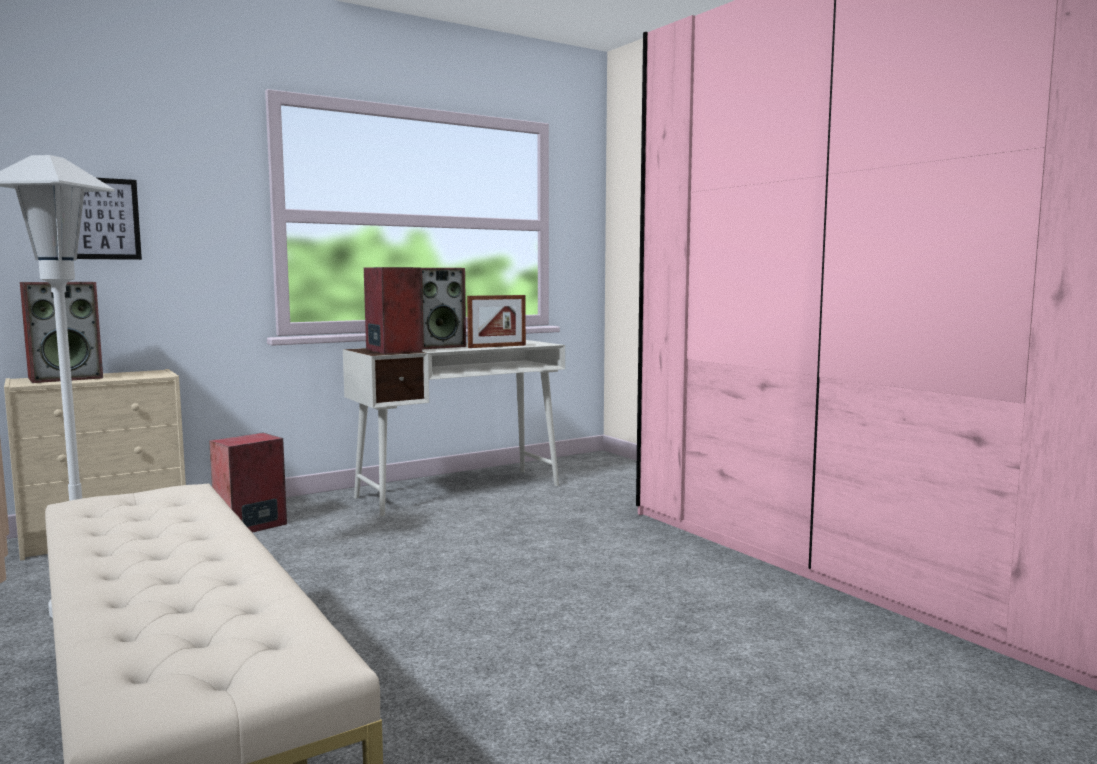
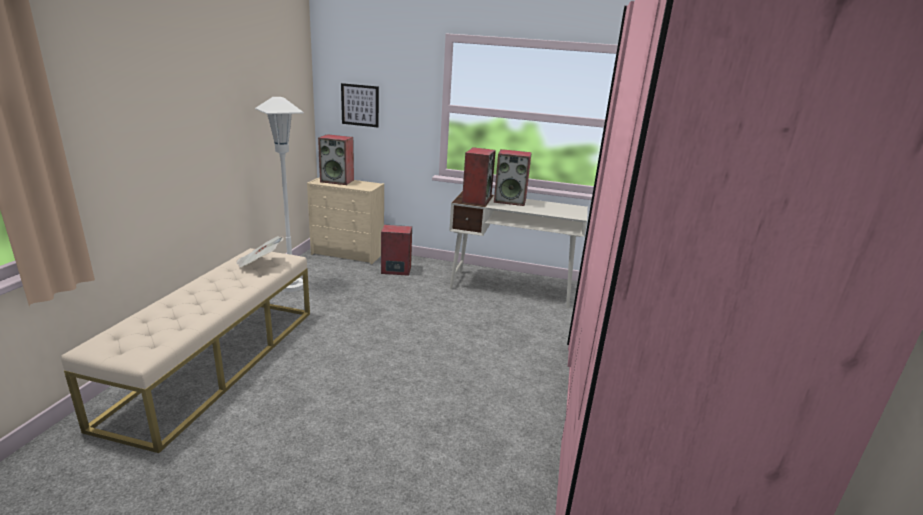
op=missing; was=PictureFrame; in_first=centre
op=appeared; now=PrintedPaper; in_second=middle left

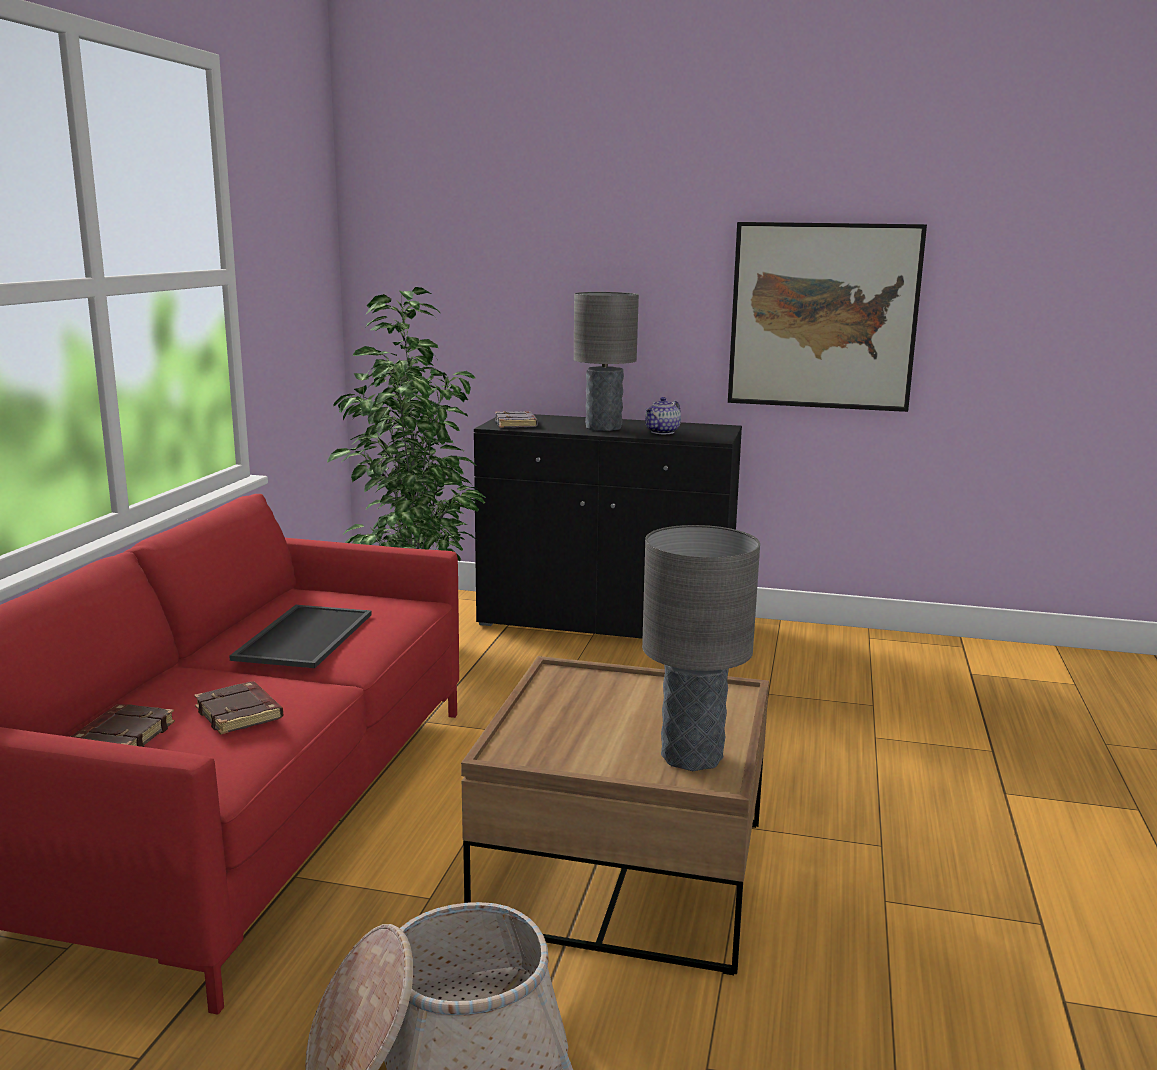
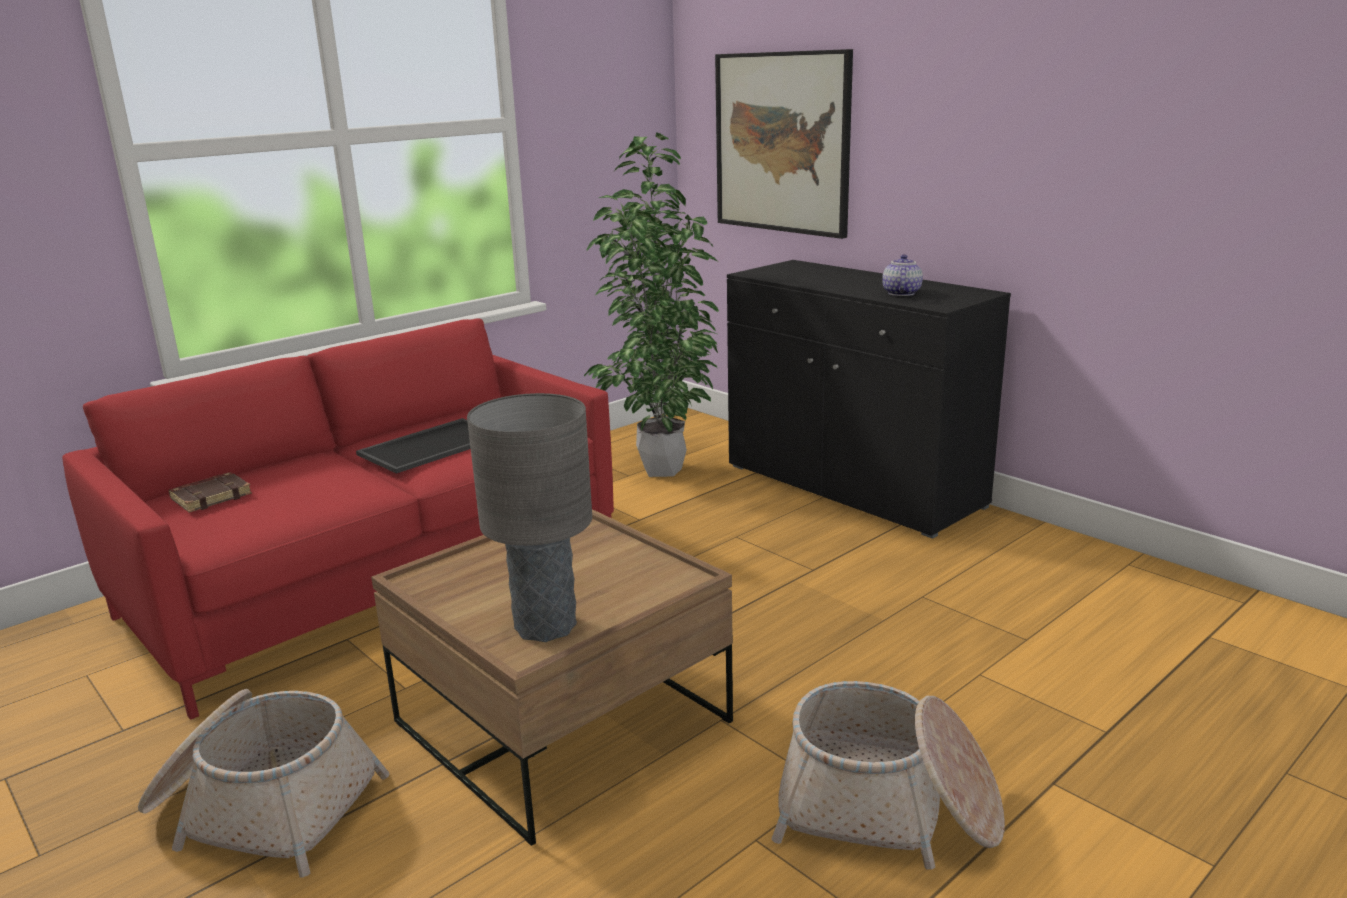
op=missing; was=BrownishVolume (no. 2 from left); in_first=middle left
op=missing; was=GreyishVolume; in_first=centre
op=missing; was=GreyishLampForATable (no. 1 from left); in_first=centre
op=spun; was=TeaPot; in_first=centre; in_second=top right; clockwise=120
op=relocated; was=WallPicture; in_first=top right; in_second=top centre
op=appeared; now=StorageBasket (no. 2 from left); in_second=bottom centre

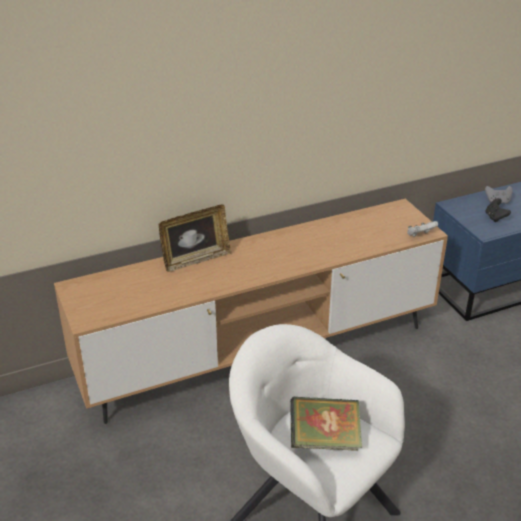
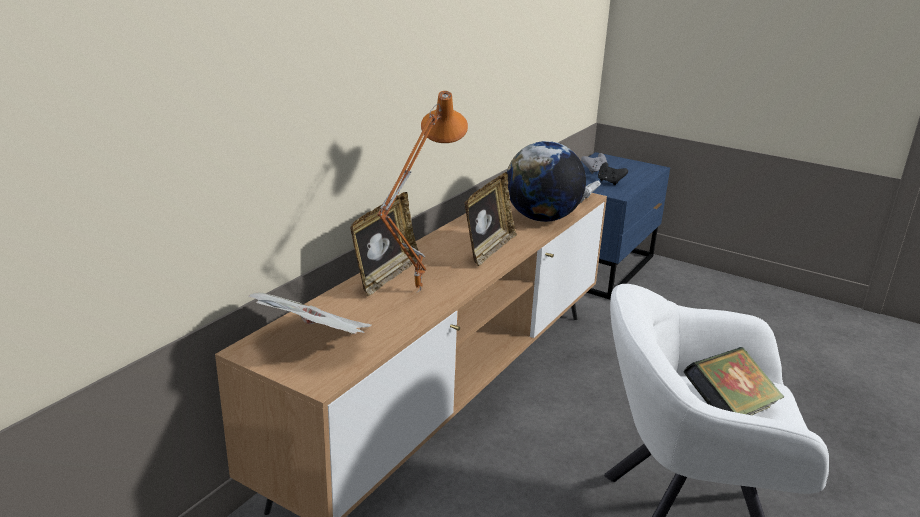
op=appeared; now=PrintedPaper; in_second=centre
op=appeared; now=OrangeColouredLampForATable; in_second=centre
op=appeared; now=PictureFrame (no. 2 from left); in_second=centre
op=appeared; now=Globe; in_second=centre

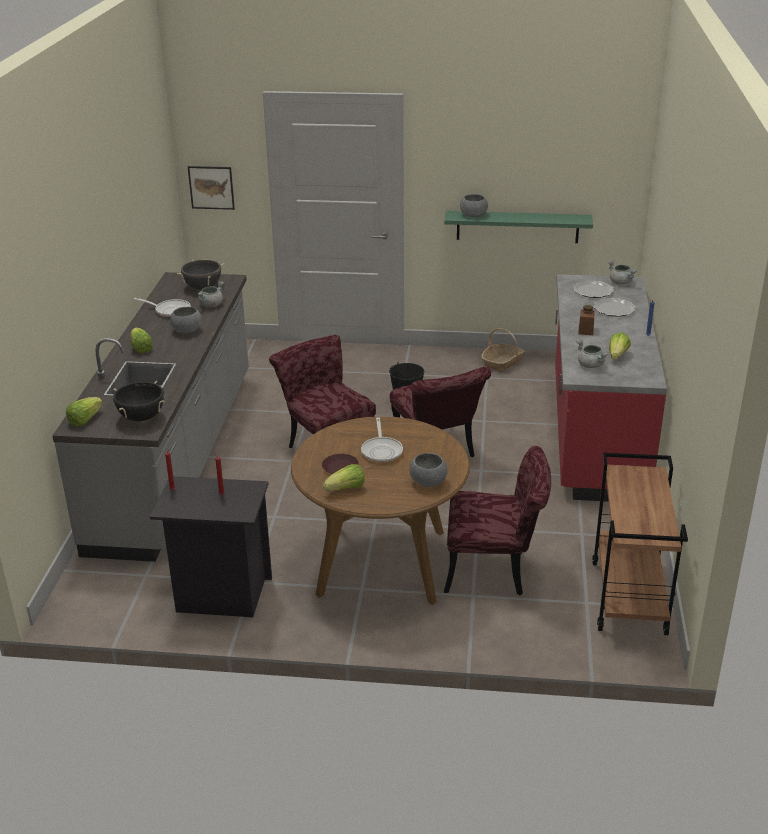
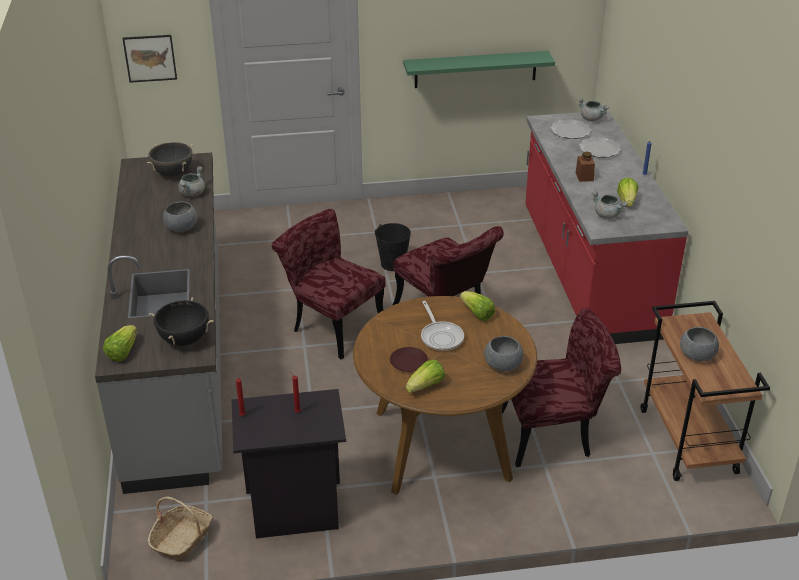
op=relocated; was=Lettuce (no. 2 from left in the first image); now=Lettuce (no. 3 from left); in_first=middle left; in_second=centre
op=missing; was=Skillet (no. 1 from left); in_first=middle left
op=relocated; was=GreyishBowl (no. 3 from left); in_first=top centre; in_second=middle right
op=relocated; was=StorageBasket; in_first=centre; in_second=bottom left

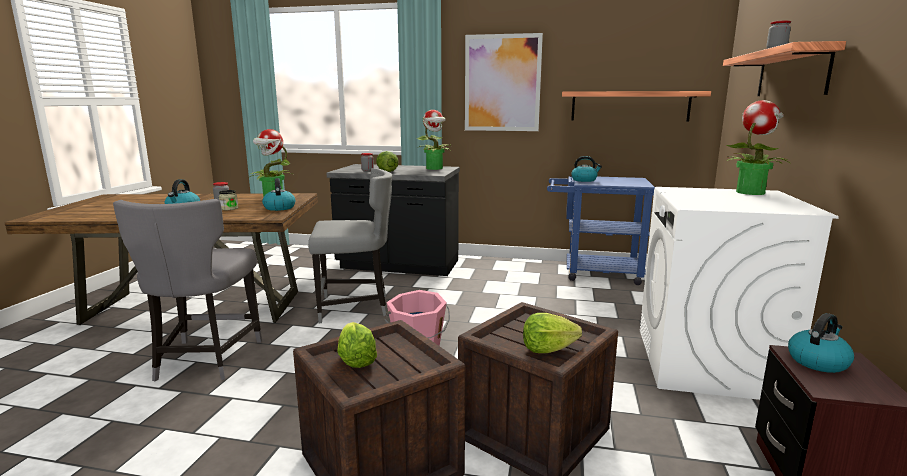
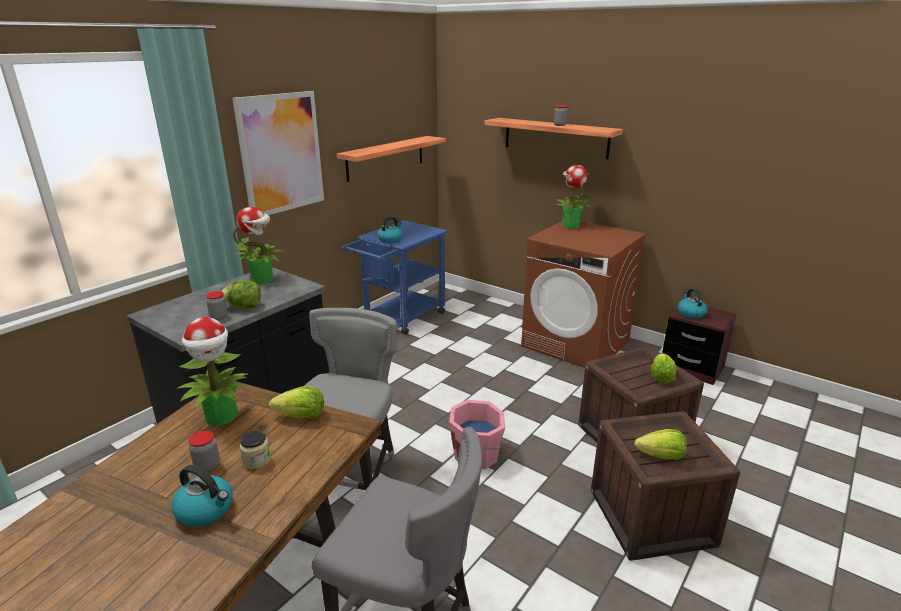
op=exchanged; was=WaterKettle (no. 2 from left); now=Lettuce (no. 2 from left); in_first=middle left; in_second=middle left
op=colour; was=WhiteColouredLaundryAppliance; now=BrownishLaundryAppliance; in_first=middle right; in_second=centre

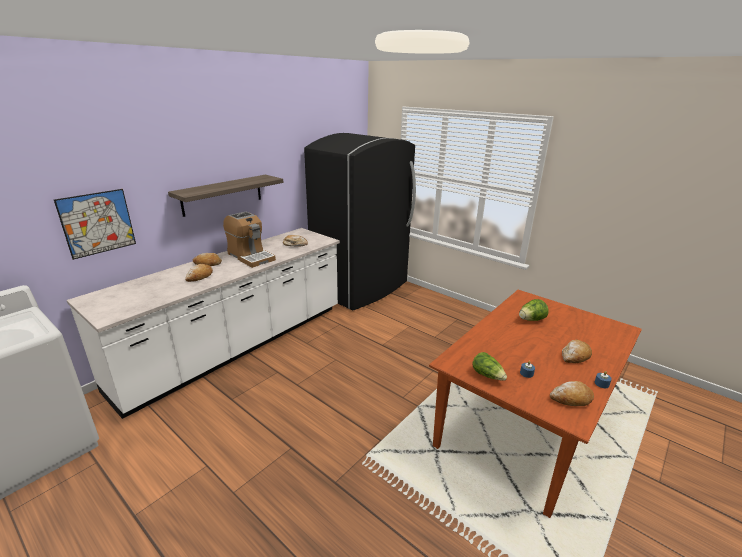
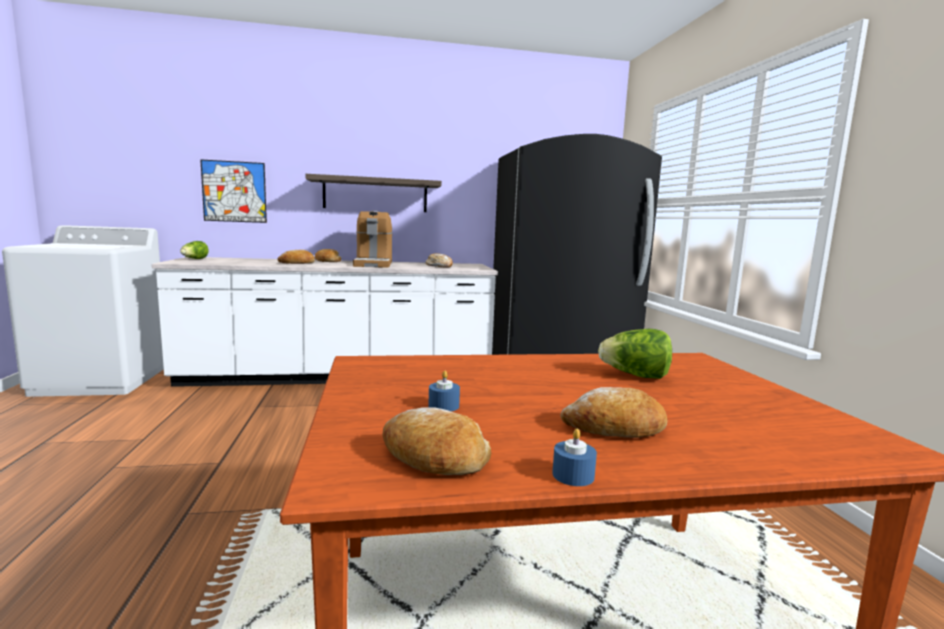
op=relocated; was=Lettuce (no. 1 from left); in_first=centre; in_second=middle left

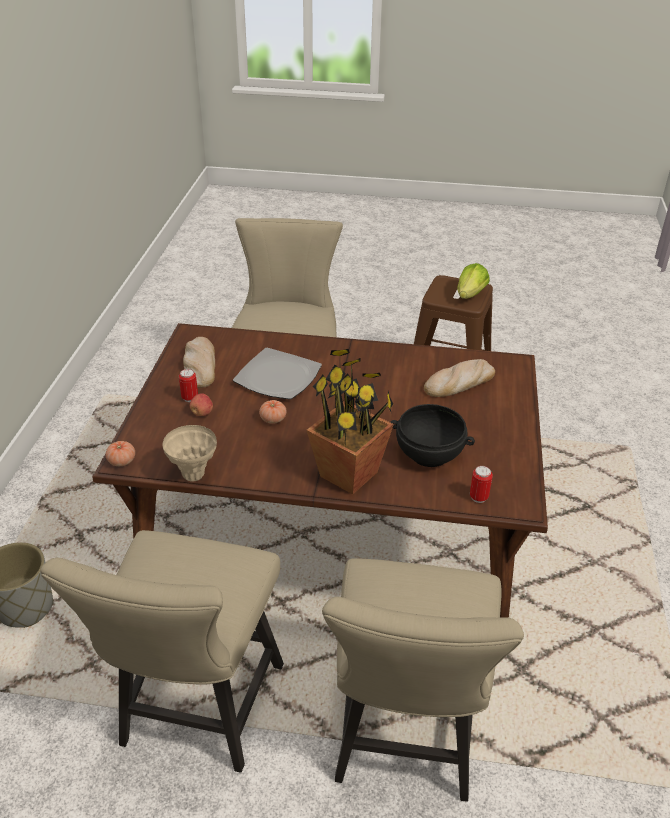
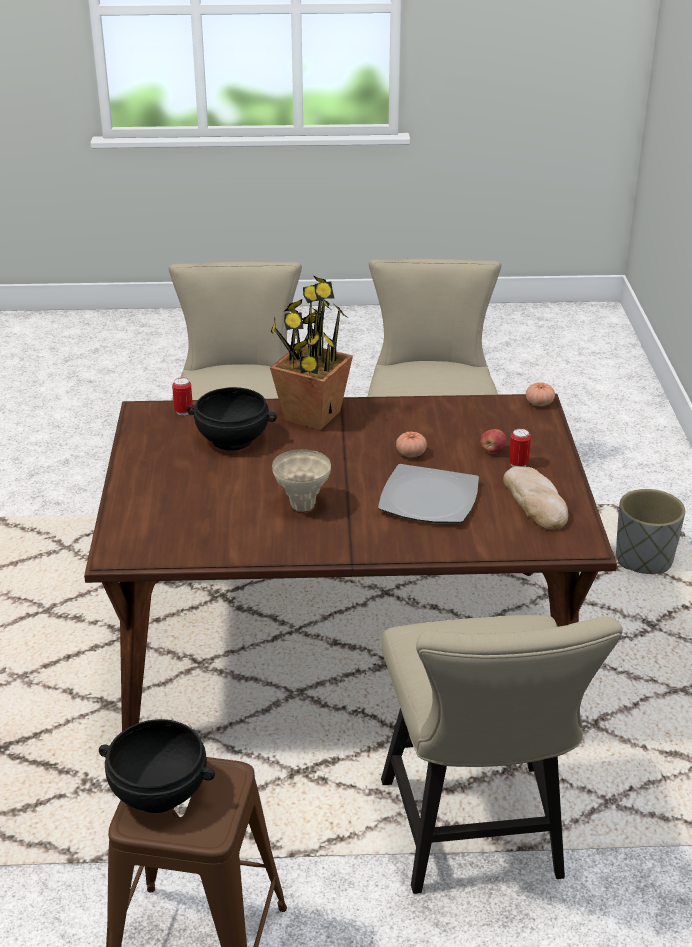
op=relocated; was=BeigeDecorativeVase; in_first=middle left; in_second=centre
op=missing; was=BakedBread (no. 2 from left); in_first=middle right
op=exchanged; was=Lettuce; now=BlackColouredBowl (no. 1 from left); in_first=middle right; in_second=bottom left

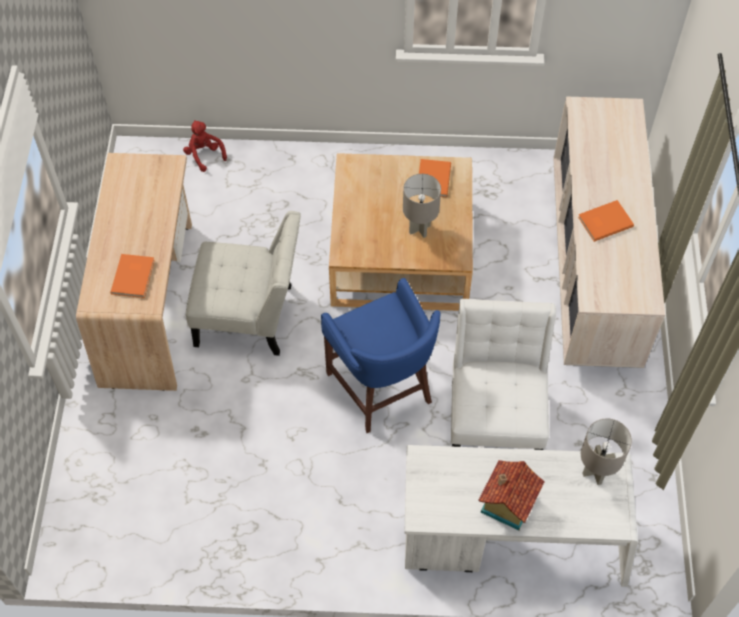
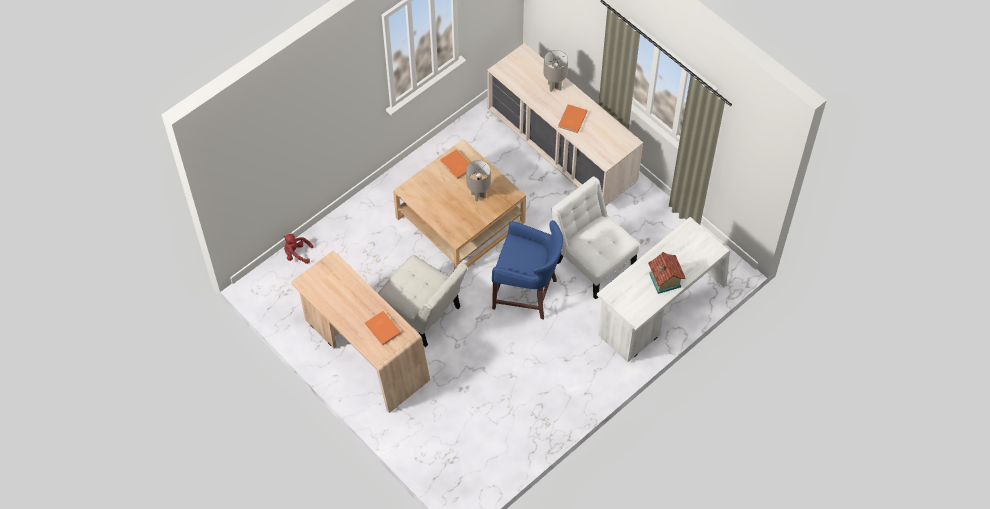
op=spun; was=WhiteColouredPlainChair (no. 1 from left); in_first=middle left; in_second=centre; clockwise=75
op=relocated; was=GreyishLampForATable (no. 2 from left); in_first=bottom right; in_second=top centre

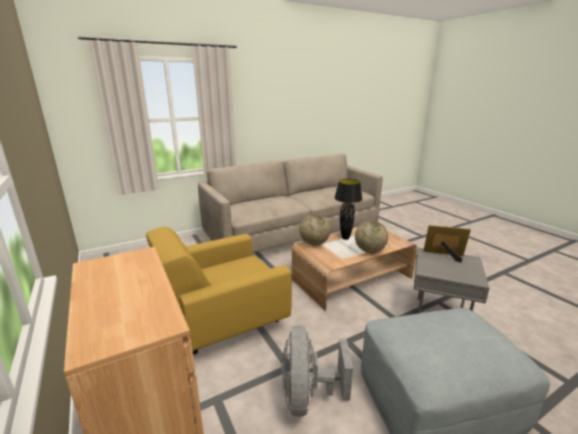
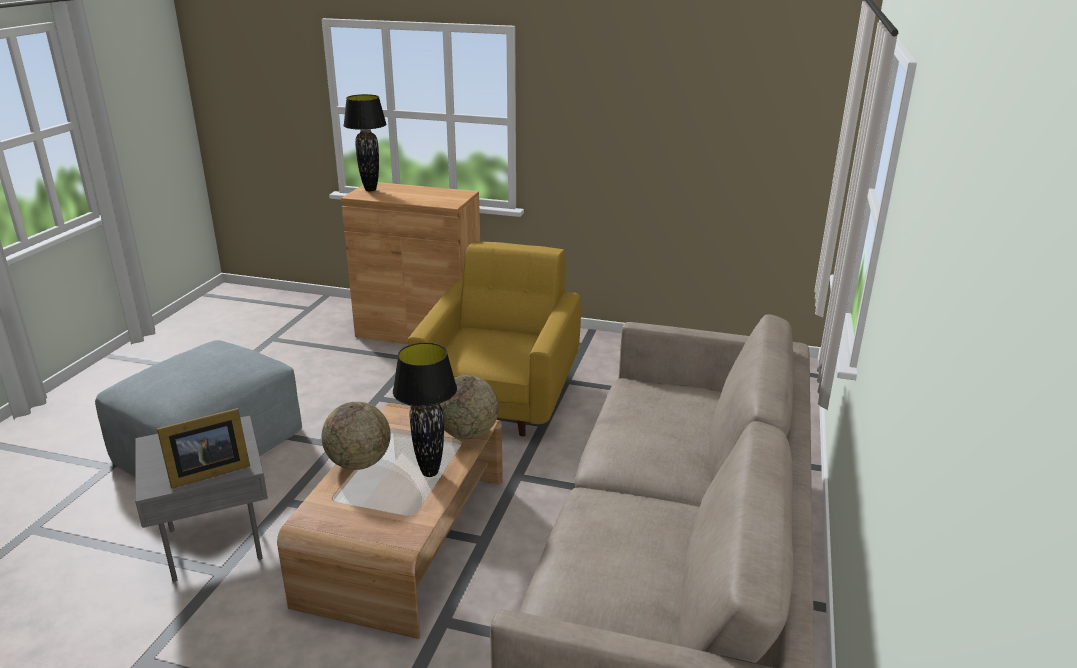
op=missing; was=GreyishElectricFan; in_first=bottom centre
op=appeared; now=BlackColouredLampForATable (no. 1 from left); in_second=top centre

